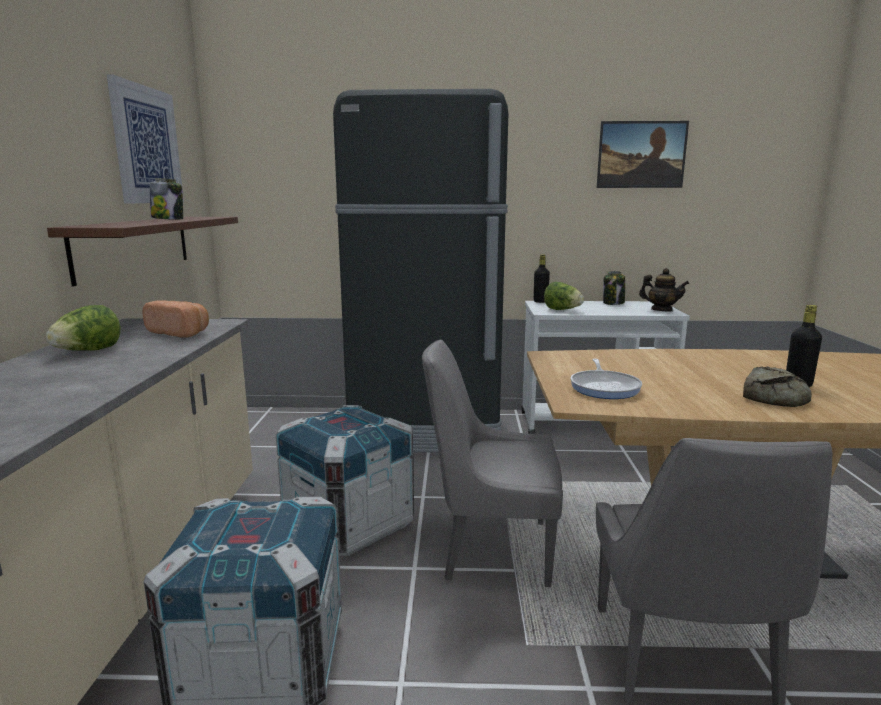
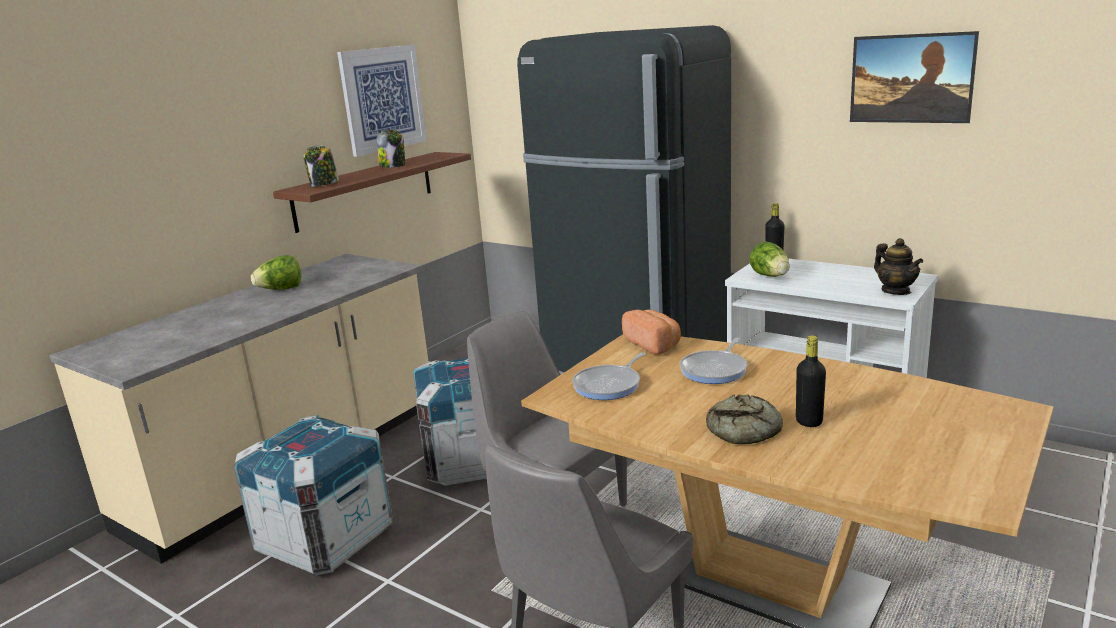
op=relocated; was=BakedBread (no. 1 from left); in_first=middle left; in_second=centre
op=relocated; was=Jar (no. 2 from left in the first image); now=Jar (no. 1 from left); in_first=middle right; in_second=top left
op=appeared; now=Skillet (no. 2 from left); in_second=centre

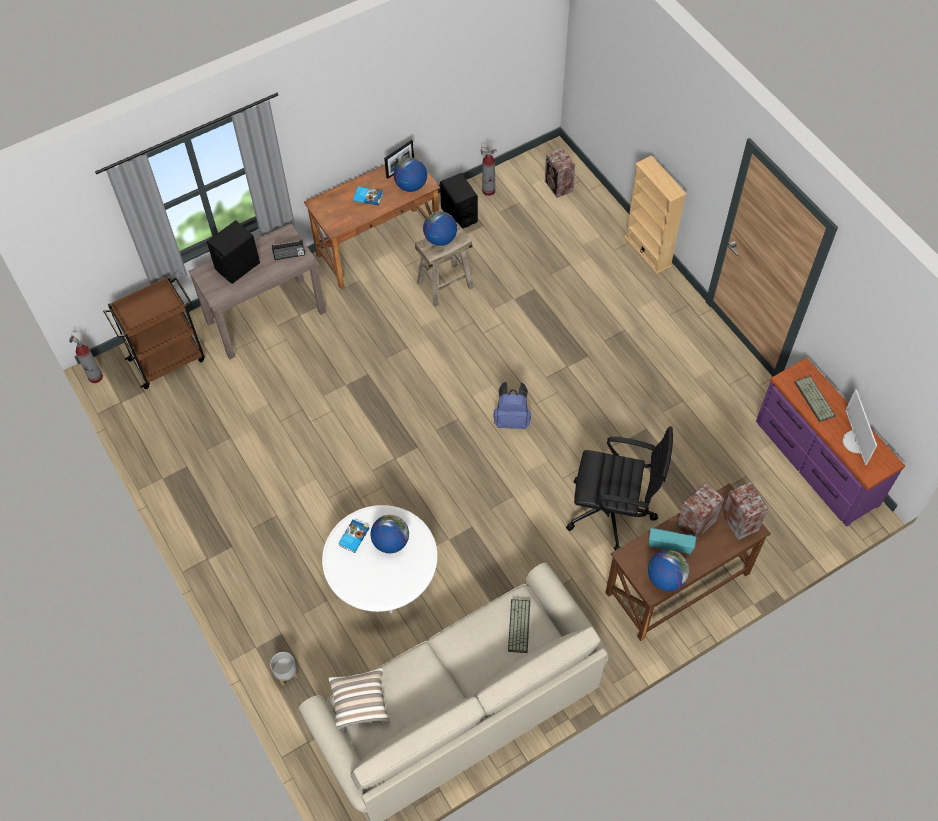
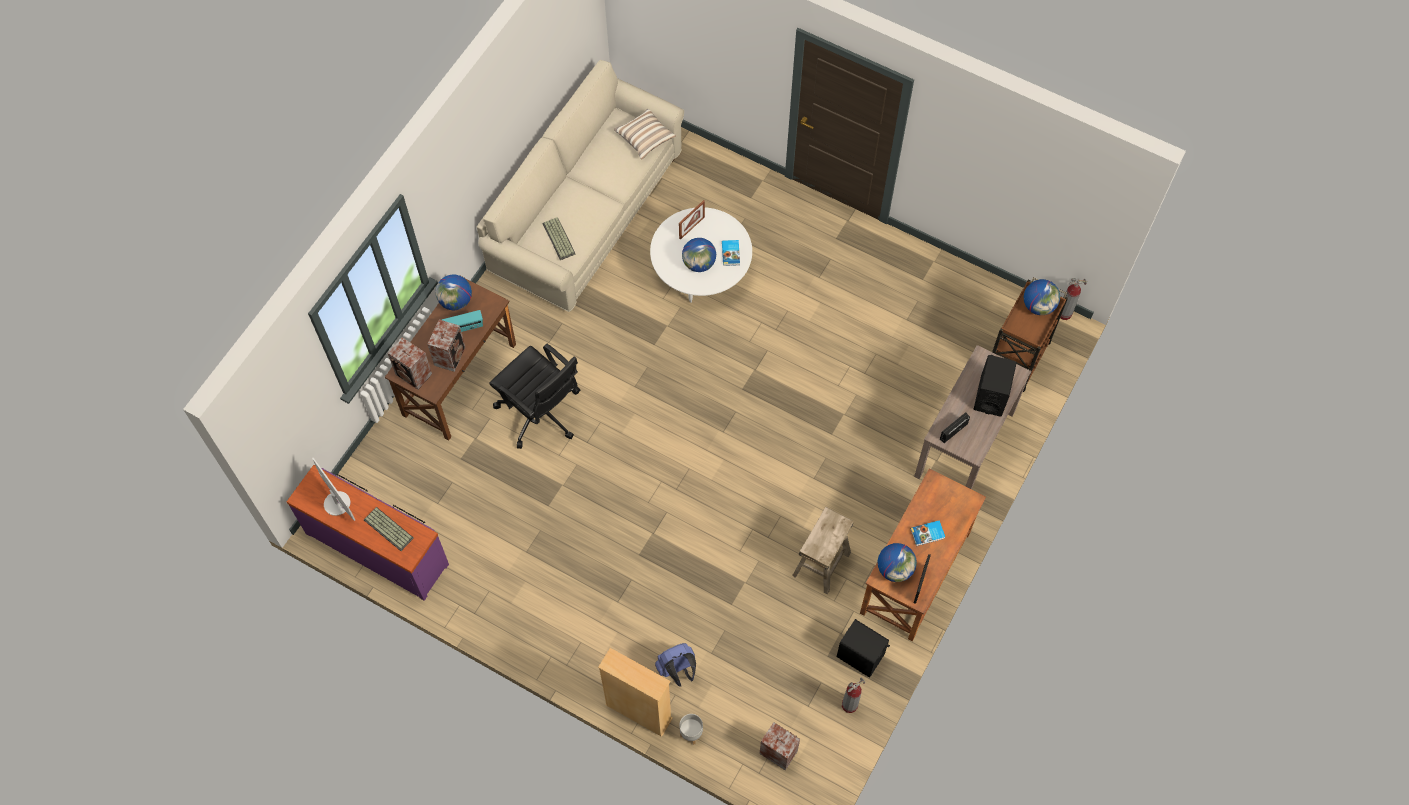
op=relocated; was=GreyishFlowerPot; in_first=bottom left; in_second=bottom centre
op=relocated; was=Globe (no. 3 from left in the first image); now=Globe (no. 4 from left); in_first=top centre; in_second=middle right
op=relocated; was=BlueColouredBackpack; in_first=centre; in_second=bottom centre
op=spun; was=BlackColouredDeskChair; in_first=centre; in_second=centre; clockwise=-120
op=appeared; now=PictureFrame (no. 1 from left); in_second=top centre

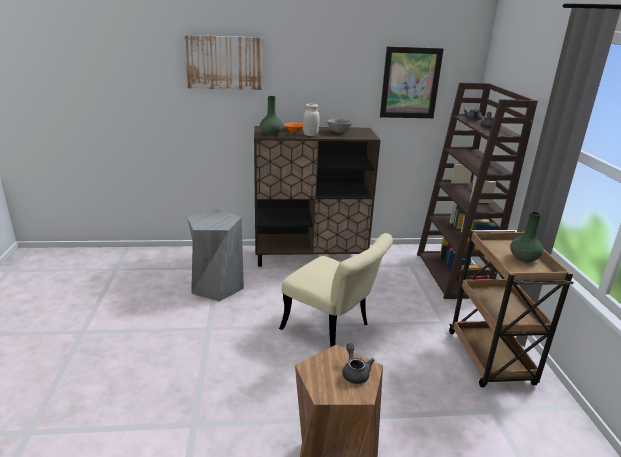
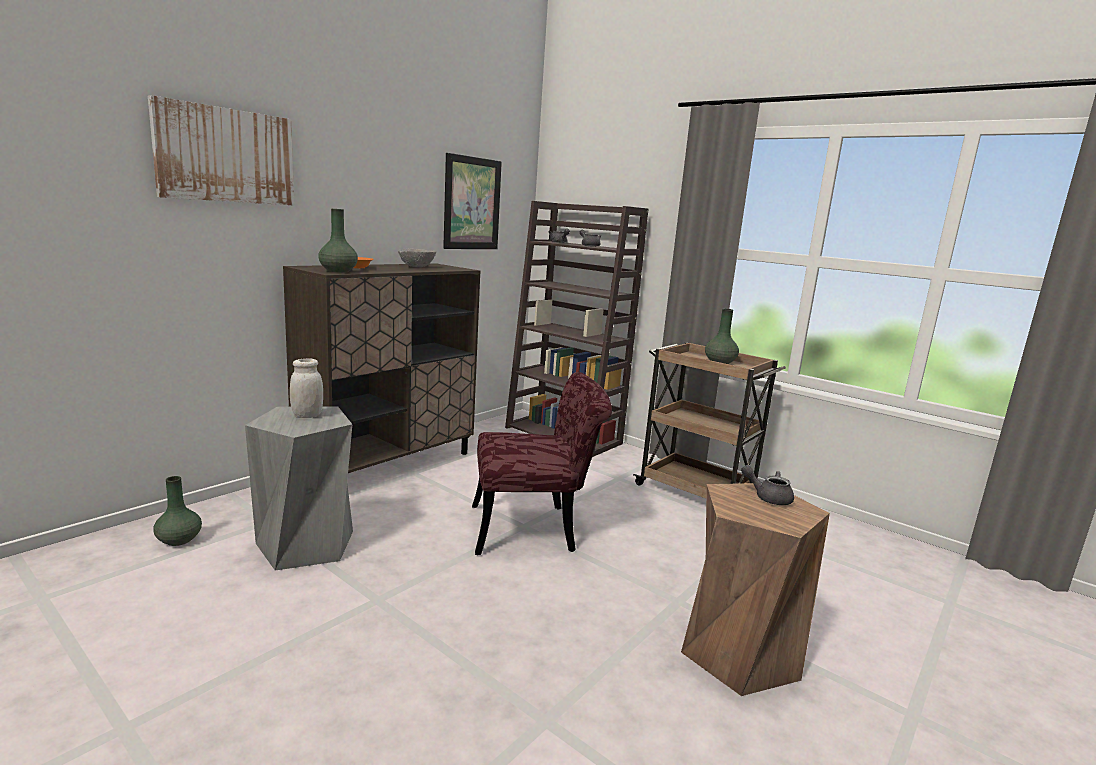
op=colour; was=BeigePlainChair; now=ReddishPlainChair; in_first=centre; in_second=centre
op=relocated; was=WhiteColouredJar; in_first=top centre; in_second=middle left
op=appeared; now=GreenDecorativeVase (no. 1 from left); in_second=bottom left

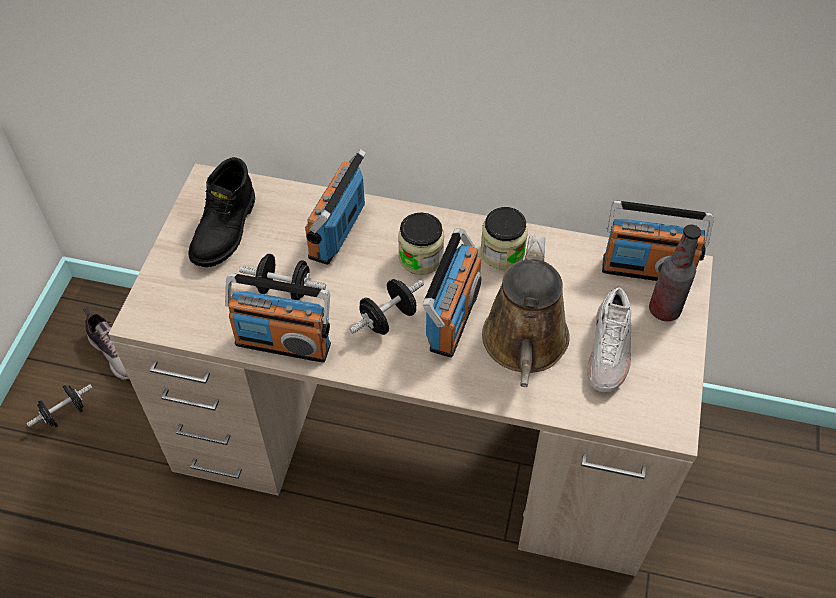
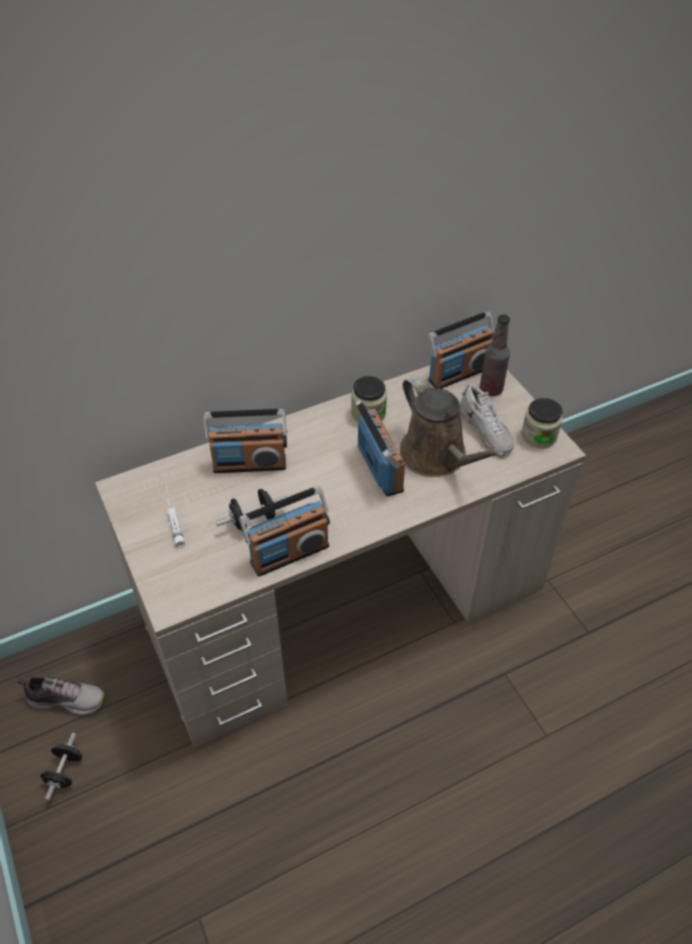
op=exchanged; was=BlackColouredHighTopBoot; now=WhiteColouredFlashlight; in_first=middle left; in_second=middle left
op=spun; was=Radio (no. 2 from left in the first image); in_first=centre; in_second=centre; clockwise=-75
op=missing; was=BlackColouredFreeWeight (no. 3 from left); in_first=centre
op=relocated; was=Jar (no. 1 from left in the first image); now=Jar (no. 2 from left); in_first=centre; in_second=middle right

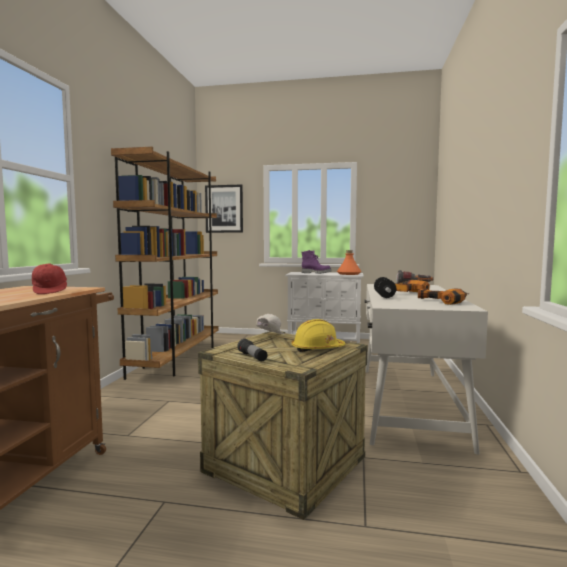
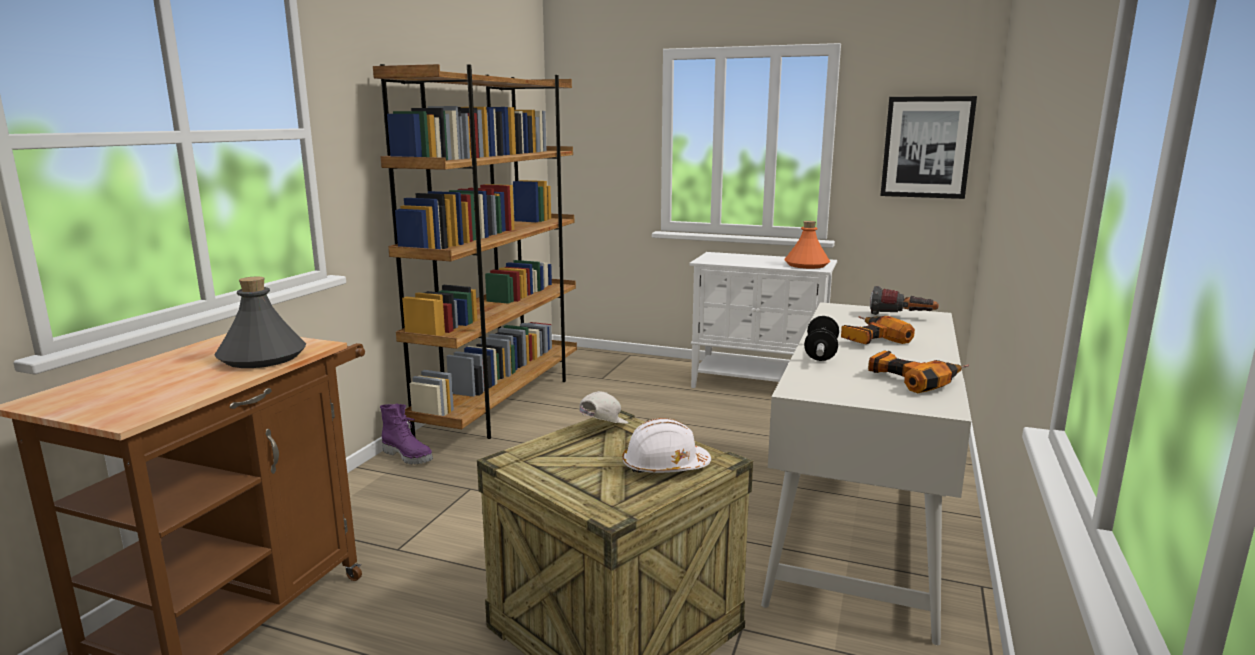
op=exchanged; was=ReddishPeakedCap; now=GreyishBeverageBottle; in_first=middle left; in_second=middle left
op=relocated; was=WallPicture; in_first=centre; in_second=top right
op=missing; was=Flashlight (no. 1 from left); in_first=centre
op=colour; was=YellowishSafetyHelmet; now=WhiteColouredSafetyHelmet; in_first=centre; in_second=bottom centre
op=relocated; was=PurplishHighTopBoot; in_first=centre; in_second=middle left

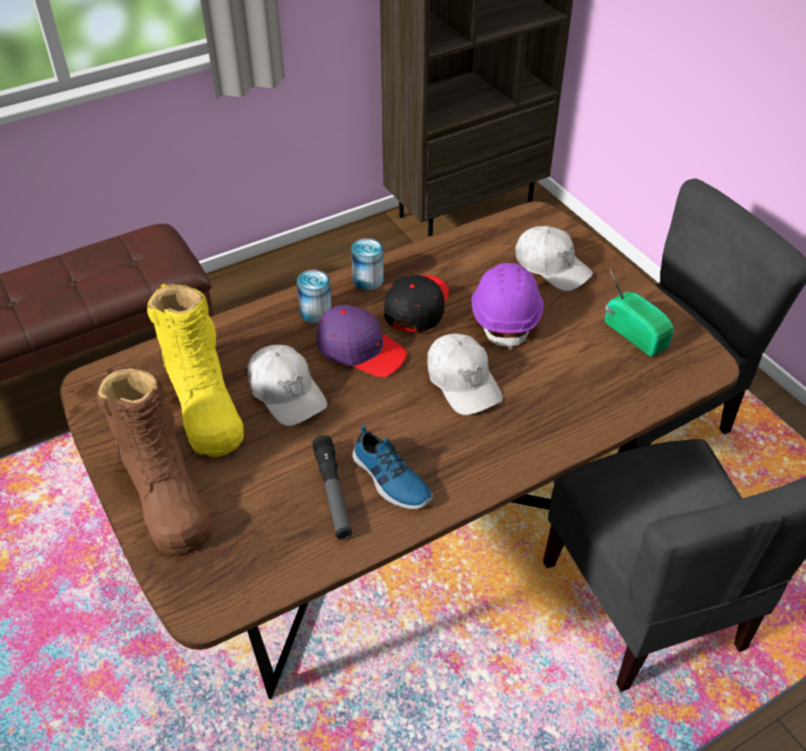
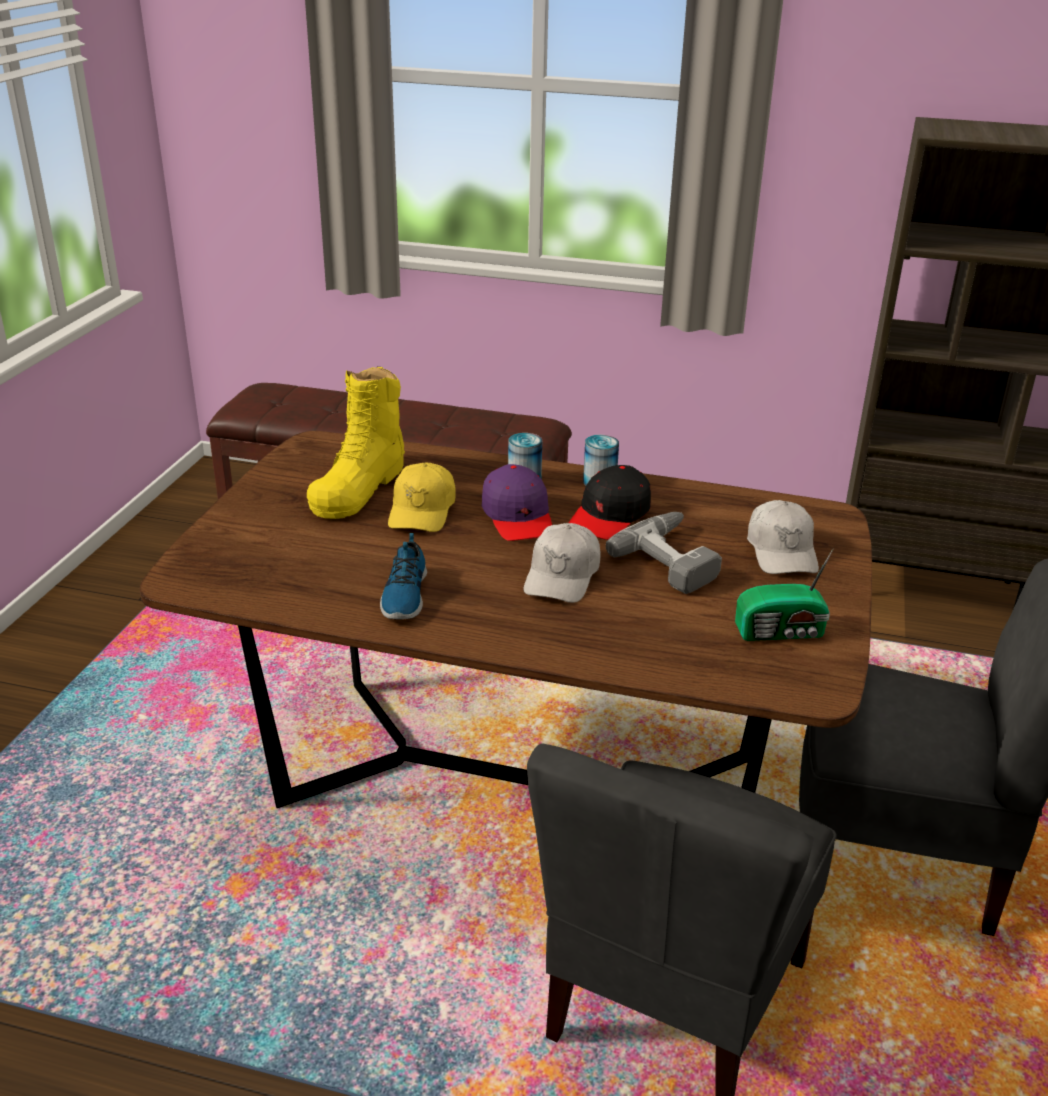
op=missing; was=BrownishHighTopBoot; in_first=middle left
op=colour; was=WhiteColouredPeakedCap (no. 1 from left); now=YellowishPeakedCap; in_first=centre; in_second=centre
op=missing; was=Flashlight; in_first=centre
op=spun; was=BlackColouredPeakedCap; in_first=centre; in_second=centre; clockwise=150
op=exchanged; was=PurplishSafetyHelmet; now=PowerDrill; in_first=centre; in_second=centre
op=spun; was=Radio; in_first=middle right; in_second=middle right; clockwise=75

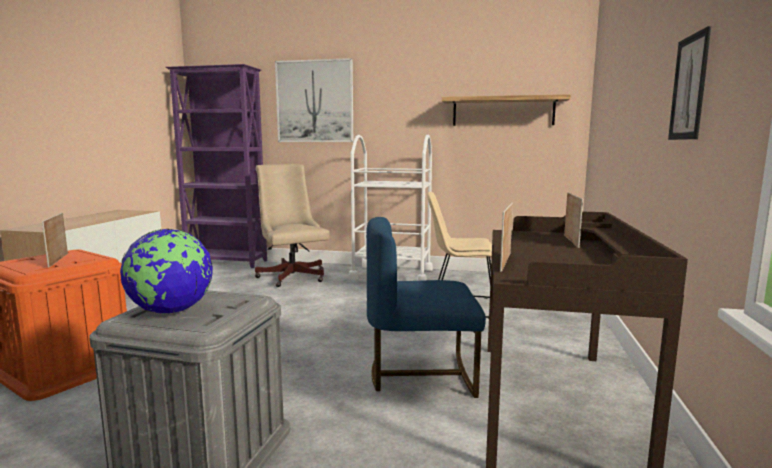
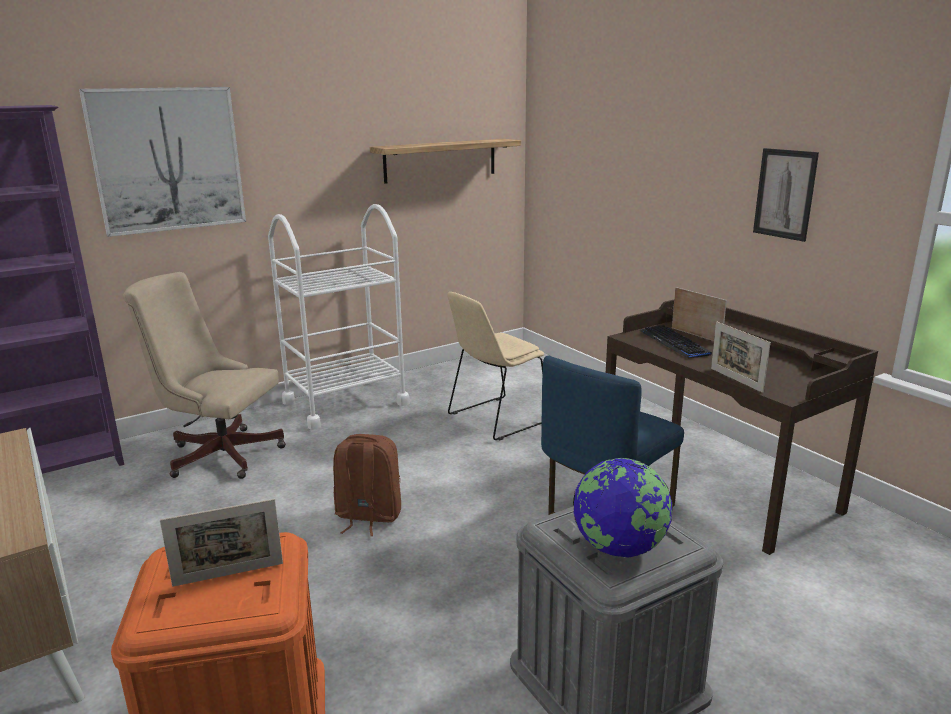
op=spun; was=PictureFrame (no. 1 from left); in_first=middle left; in_second=bottom left; clockwise=-45
op=appeared; now=BrownishBackpack; in_second=bottom centre
op=appeared; now=PcKeyboard; in_second=middle right

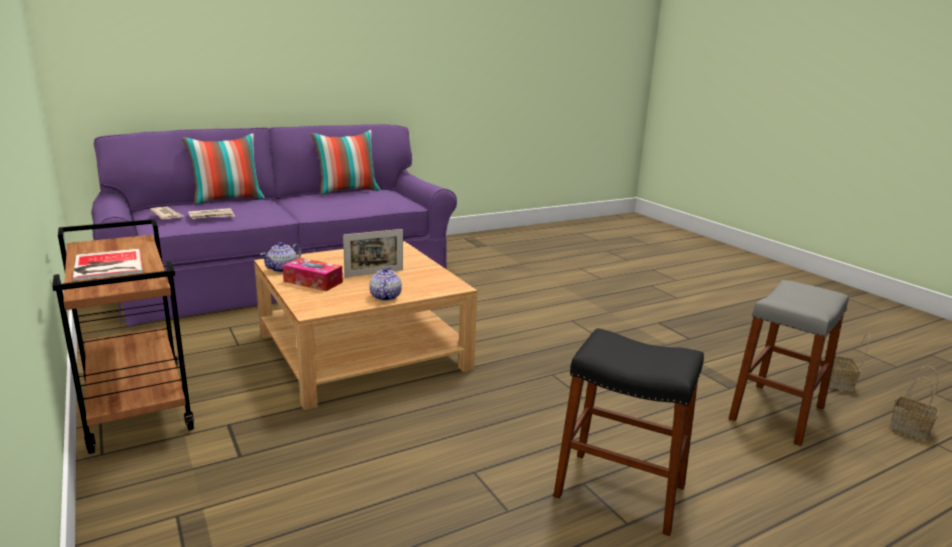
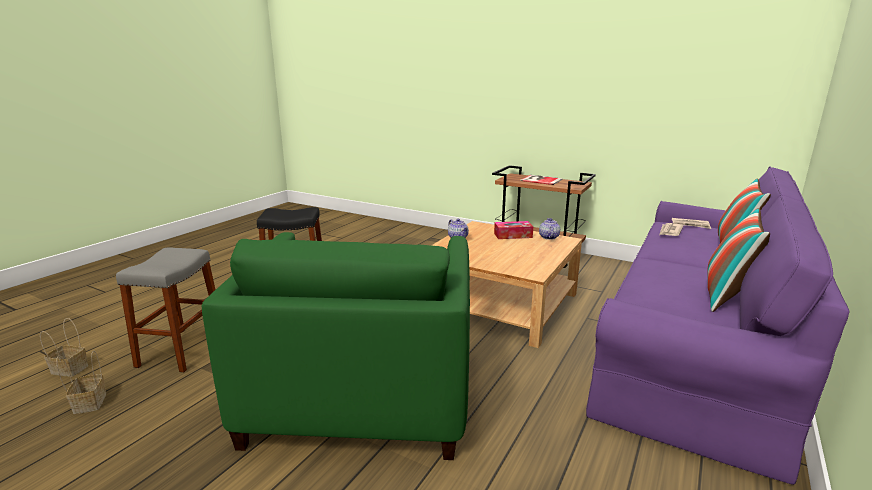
op=missing; was=PictureFrame; in_first=centre
op=appeared; now=GreenArmchair; in_second=bottom centre

